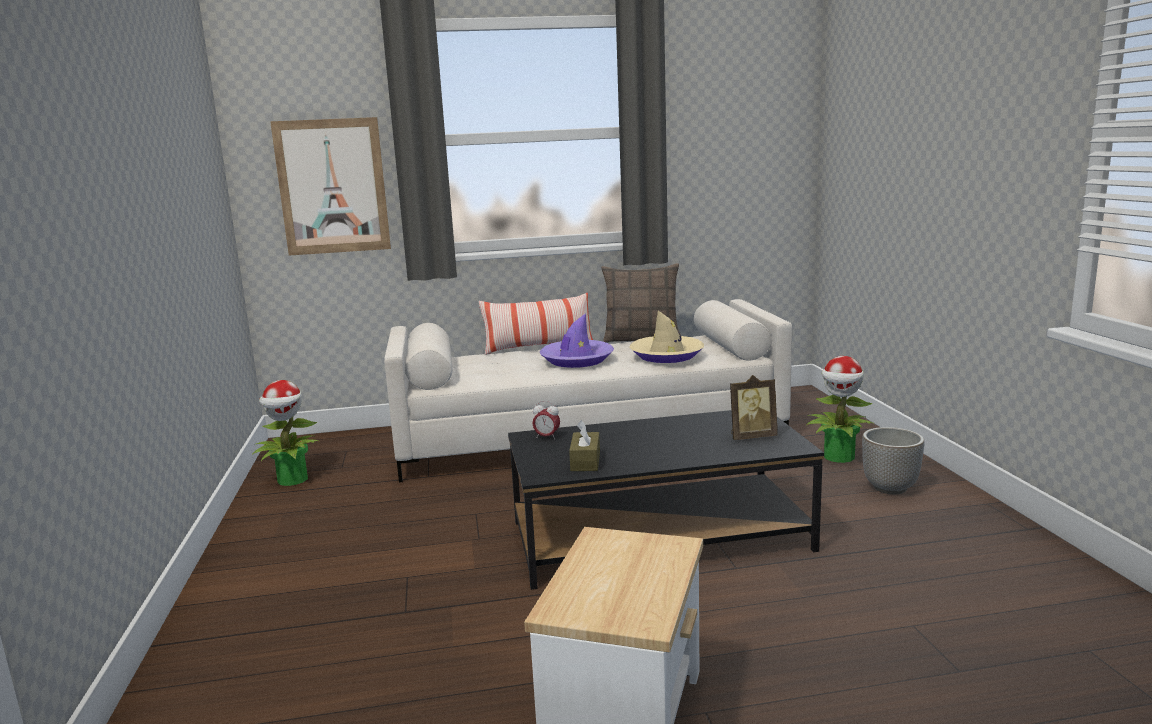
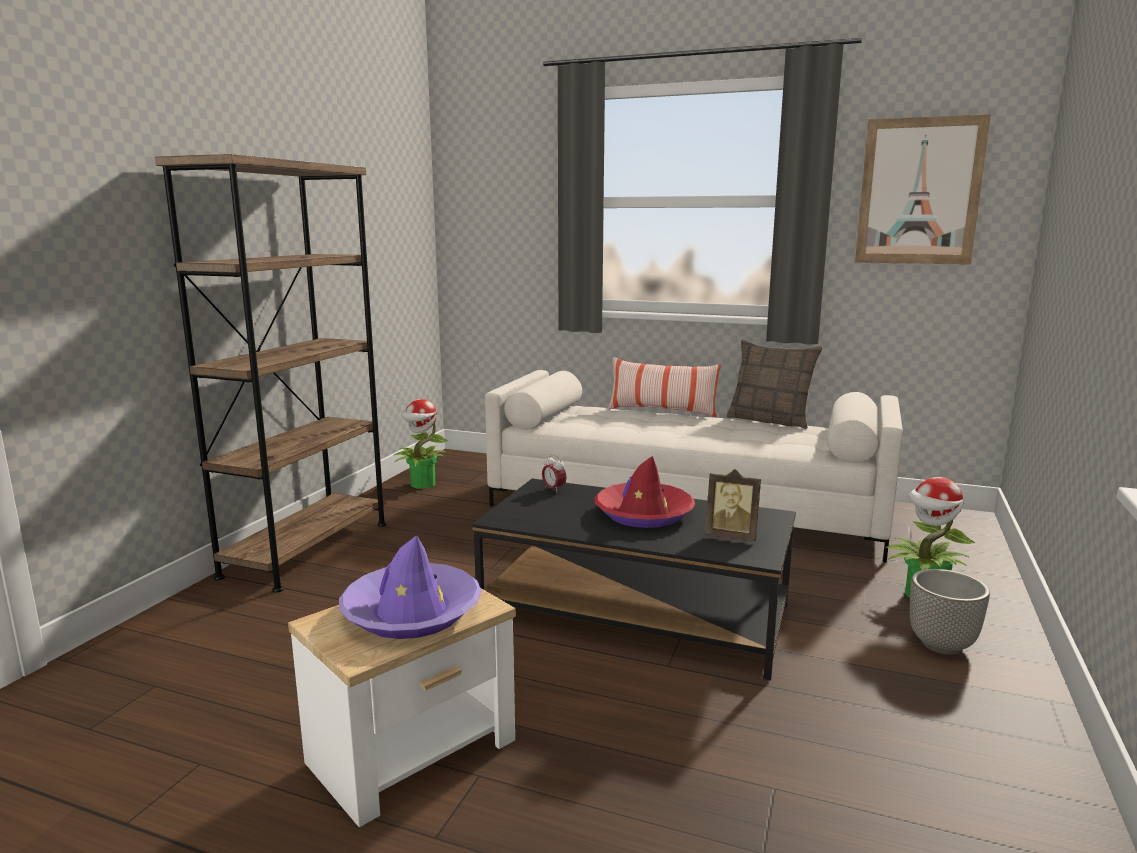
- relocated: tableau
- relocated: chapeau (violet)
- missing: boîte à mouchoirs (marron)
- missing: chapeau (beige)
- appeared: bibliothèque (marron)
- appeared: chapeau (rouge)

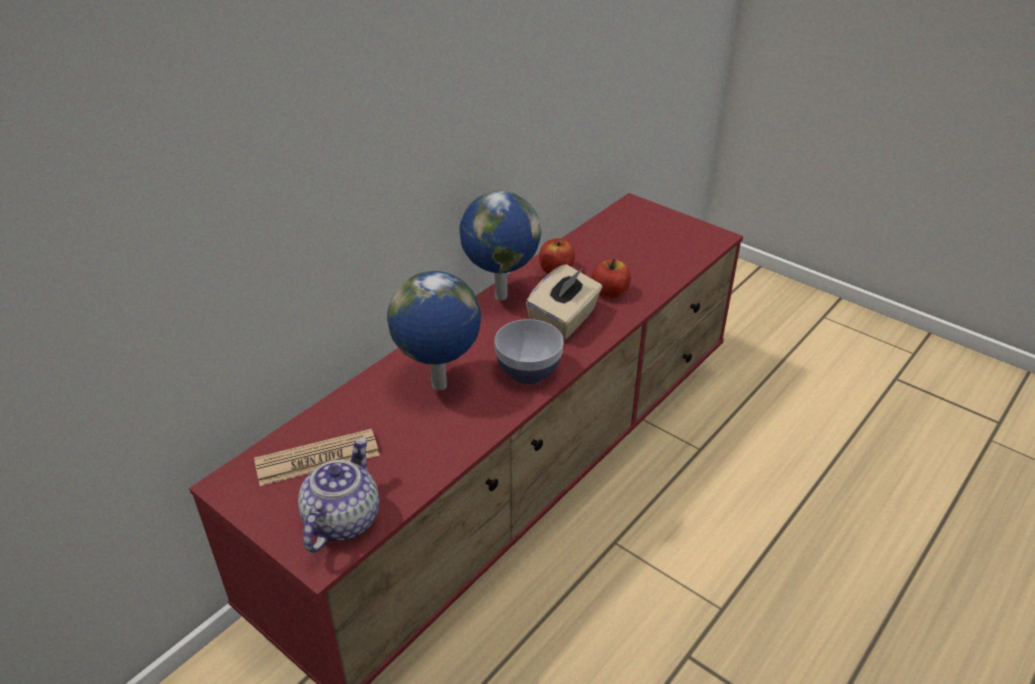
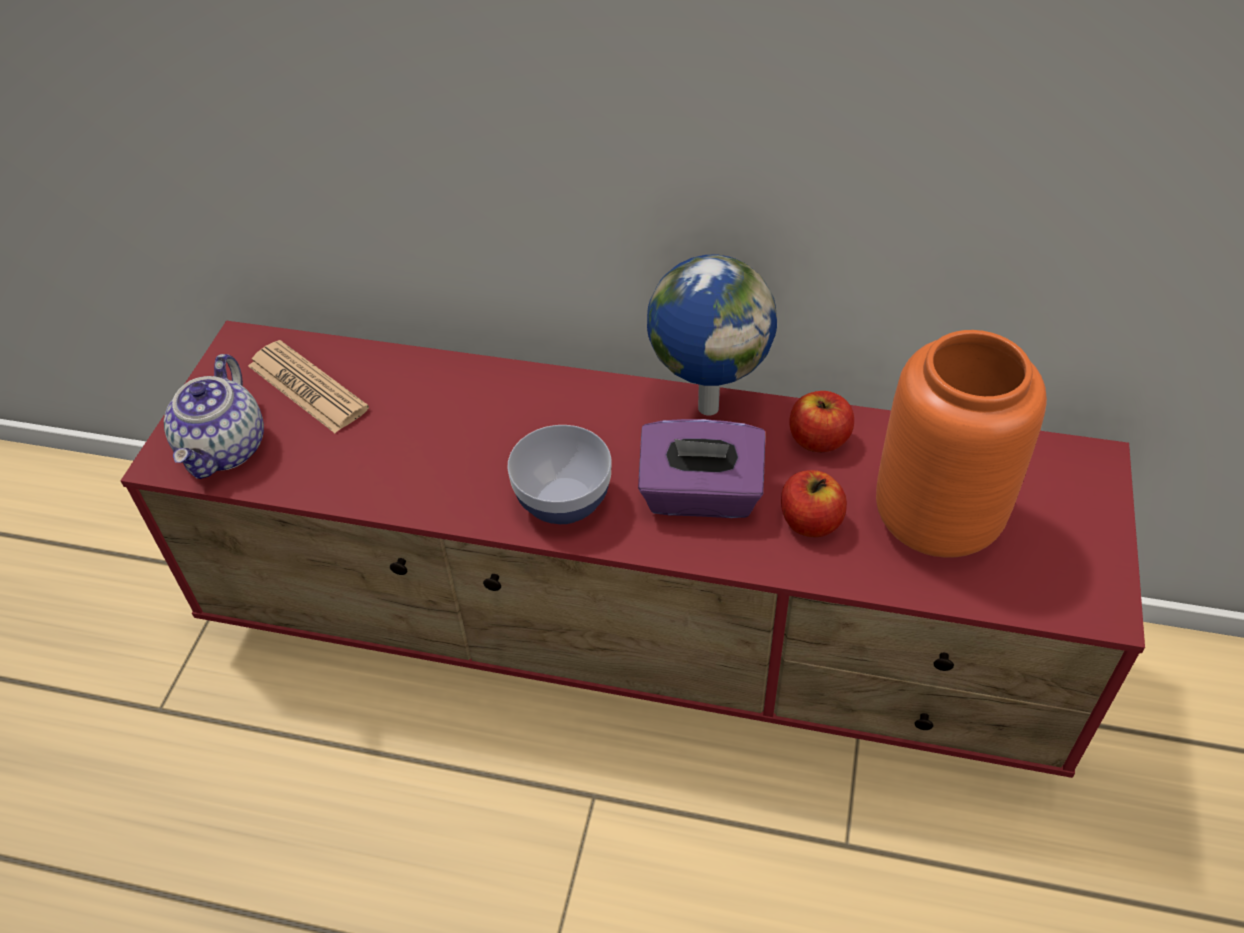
- spun: théière 105 degrees clockwise
- missing: globe (no. 1 from left)
- colour: boîte à mouchoirs (beige) to boîte à mouchoirs (violet)
- appeared: vase (orange)

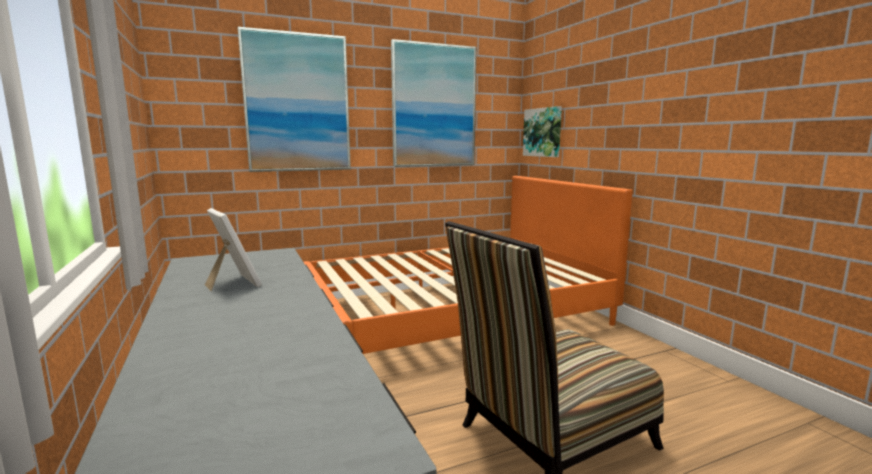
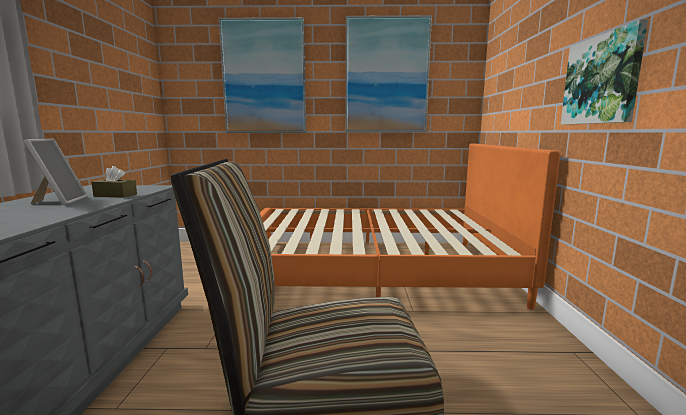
- relocated: tableau (no. 3 from left)
- appeared: boîte à mouchoirs (marron)

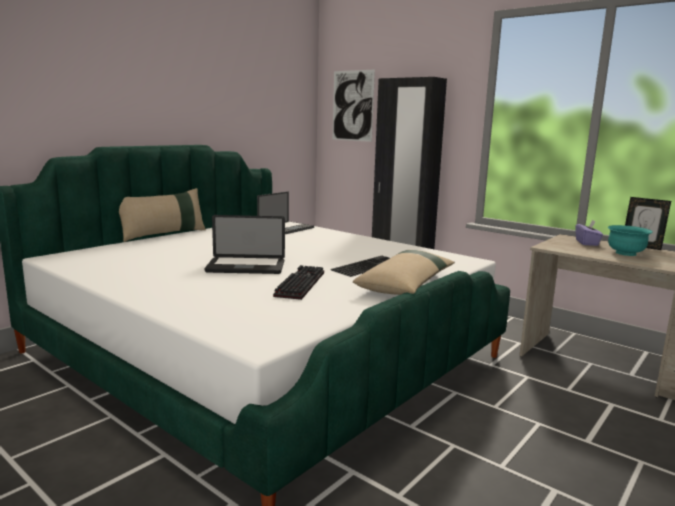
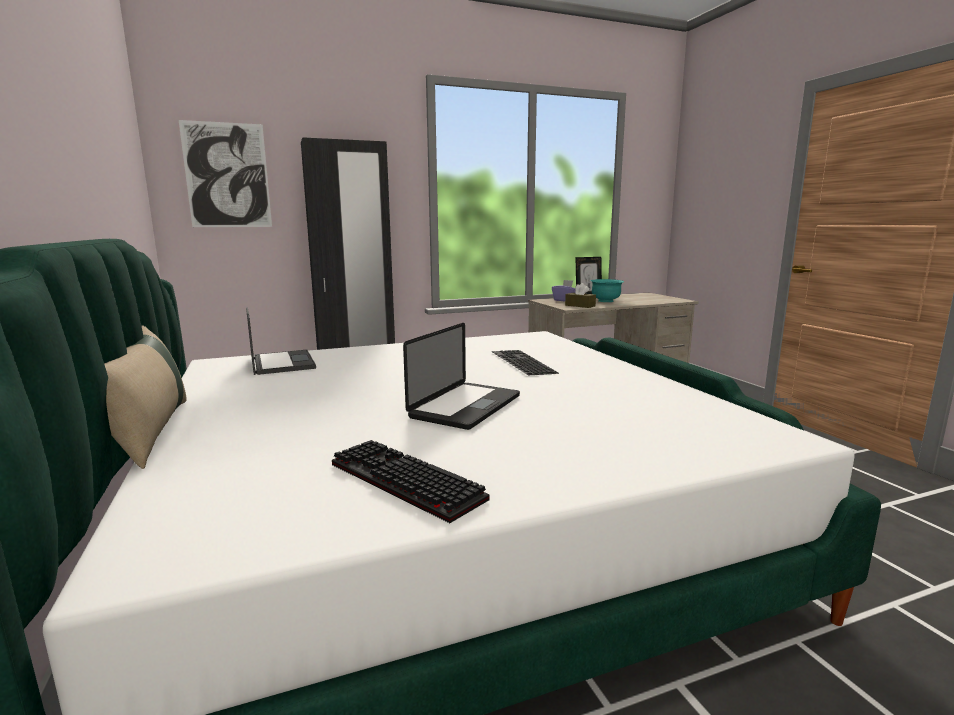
- relocated: clavier (no. 1 from left)
- missing: coussin (beige) (no. 2 from left)
- appeared: boîte à mouchoirs (marron)

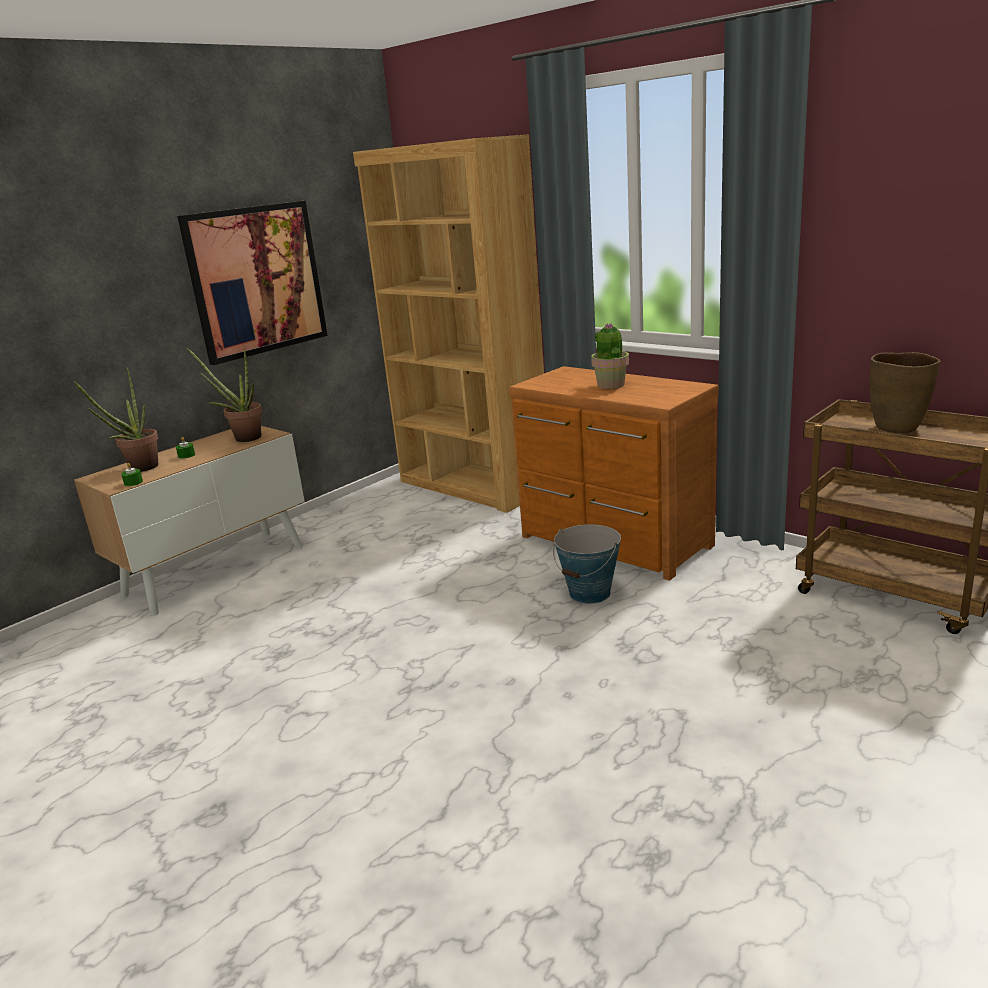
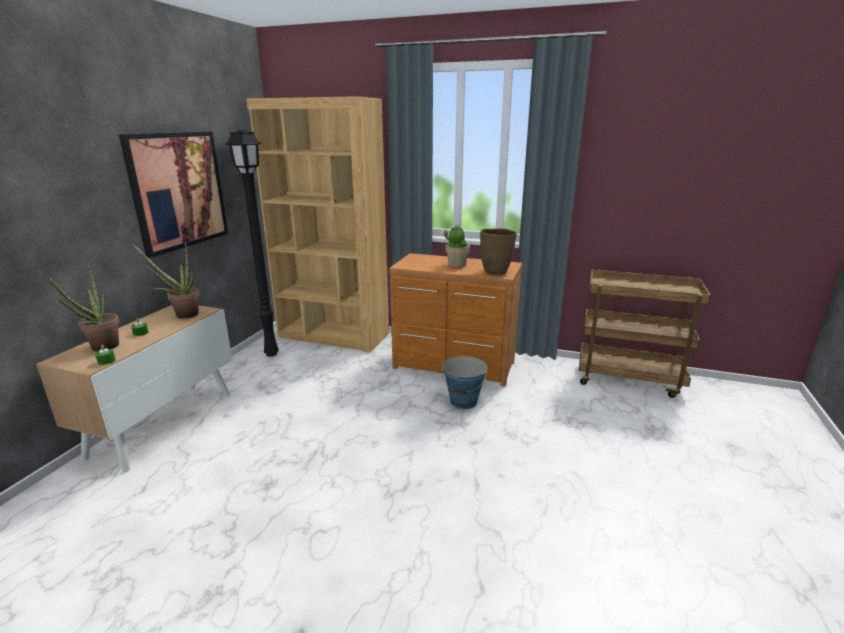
- relocated: vase (marron)
- appeared: lampadaire (noir)

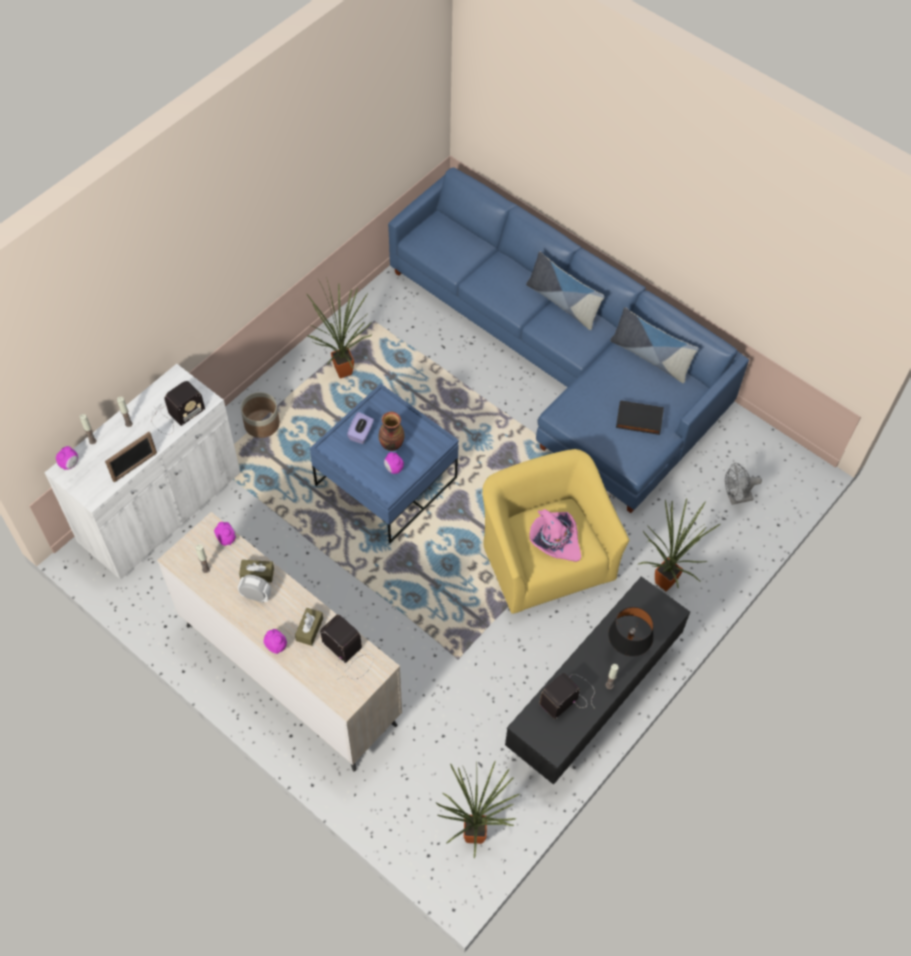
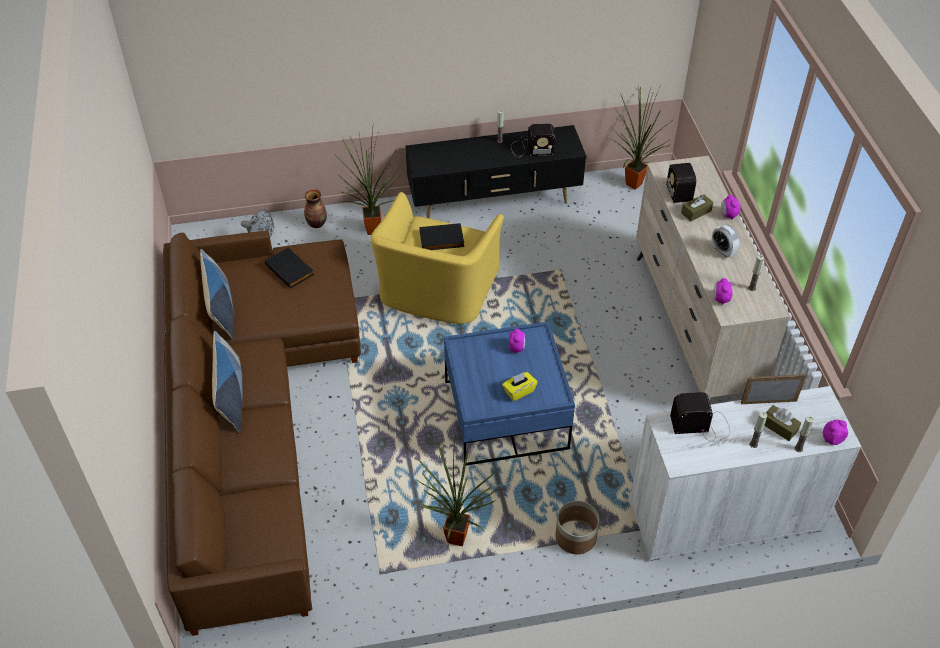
- relocated: boîte à mouchoirs (marron) (no. 1 from left in the first image) to boîte à mouchoirs (marron) (no. 2 from left)
- colour: boîte à mouchoirs (violet) to boîte à mouchoirs (jaune)
- relocated: vase
- colour: canapé (bleu) to canapé (marron)
- exchanged: chapeau (rose) to livre (noir) (no. 2 from left)
- missing: lampe de table (noir)

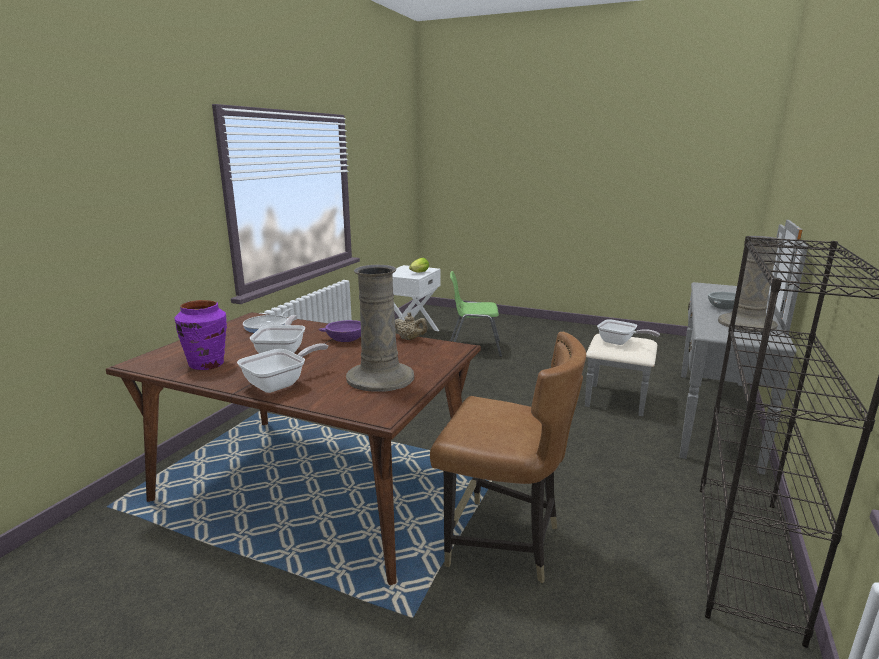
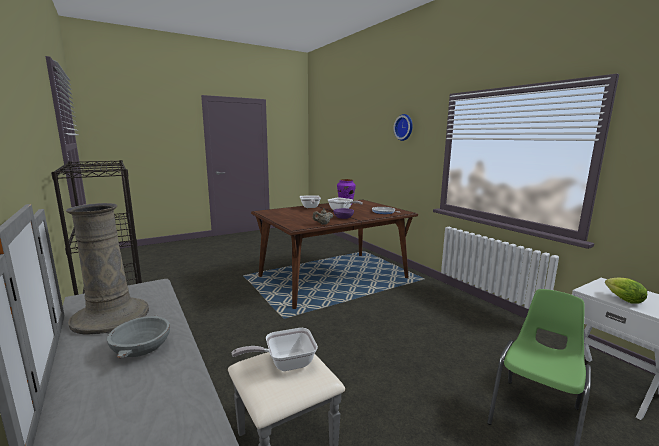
- missing: vase (beige) (no. 1 from left)
- missing: chaise (marron)
- appeared: horloge murale

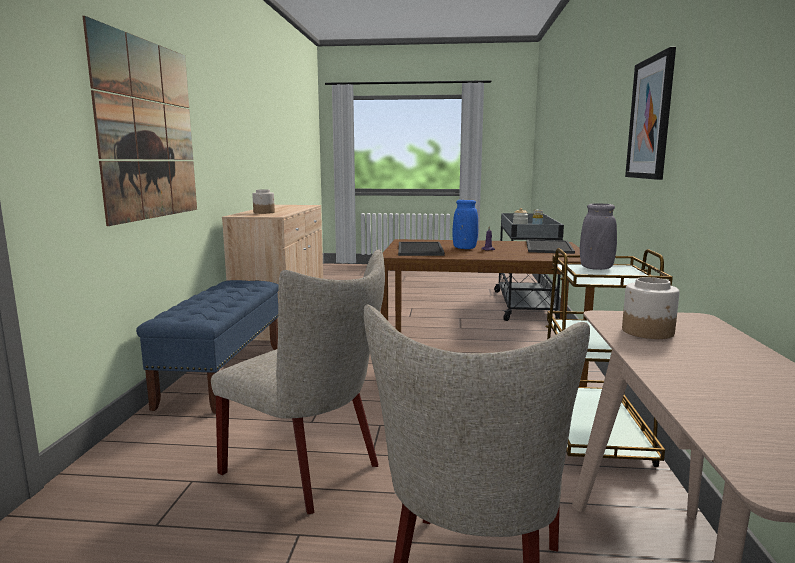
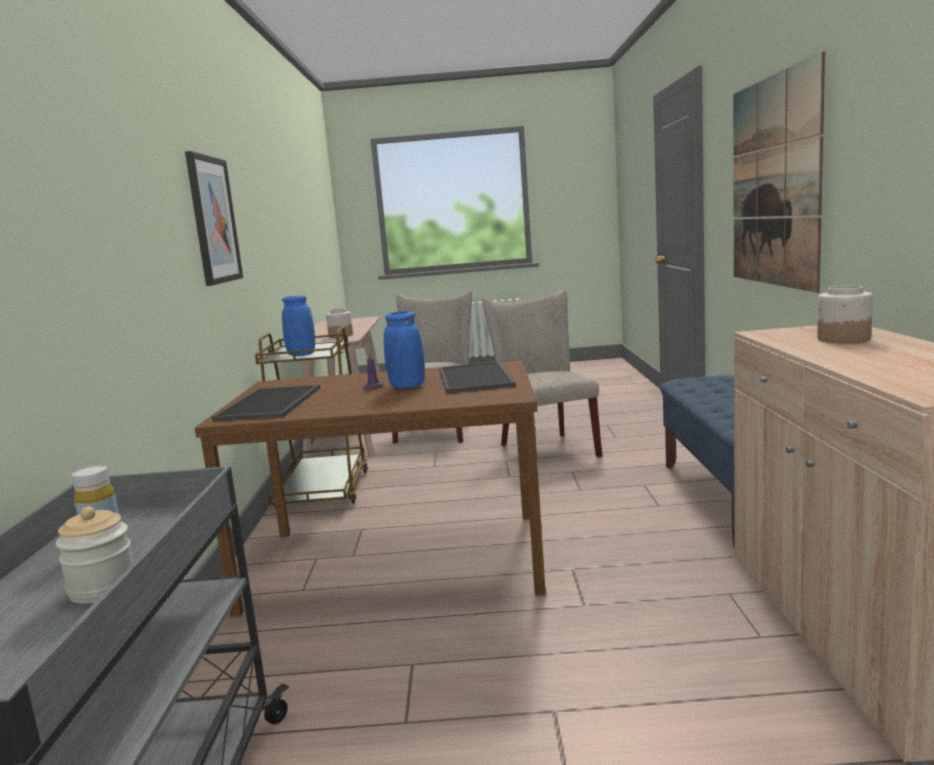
- spun: chaise (beige) (no. 1 from left in the first image) 45 degrees clockwise
- colour: vase (gris) to vase (bleu) (no. 1 from left)

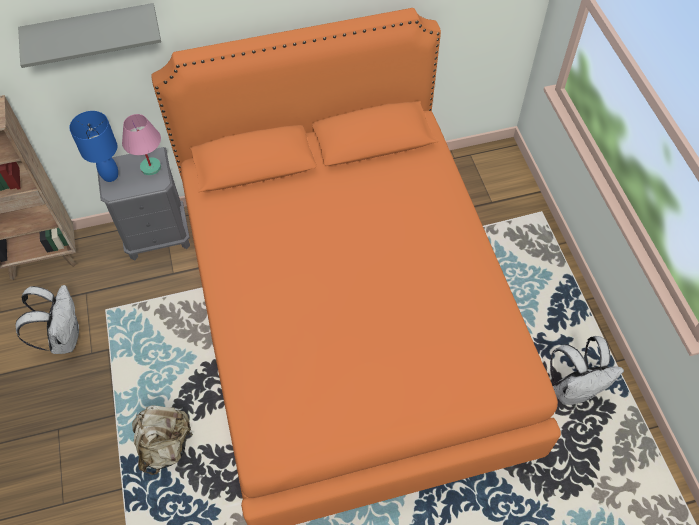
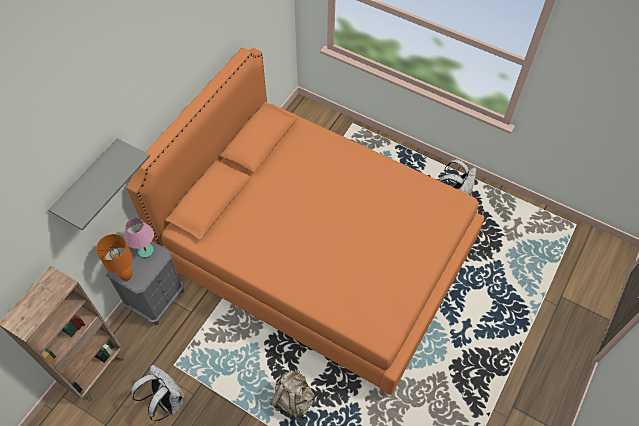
- colour: lampe de table (bleu) to lampe de table (orange)

